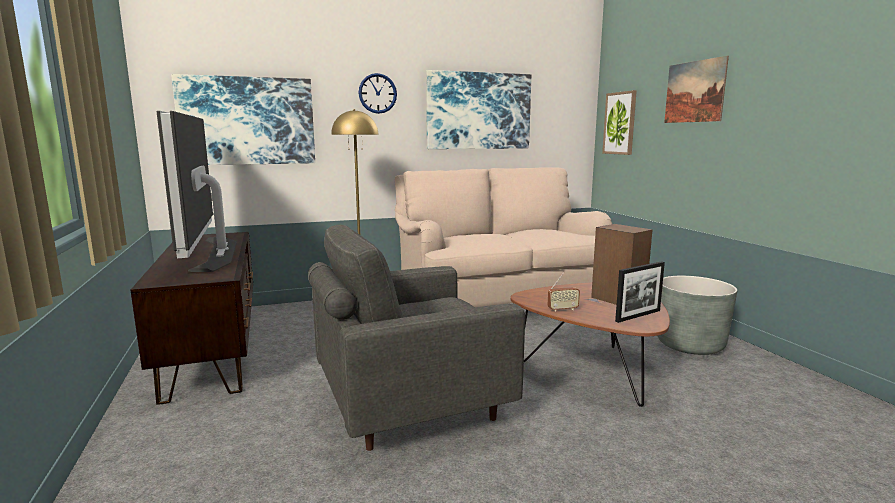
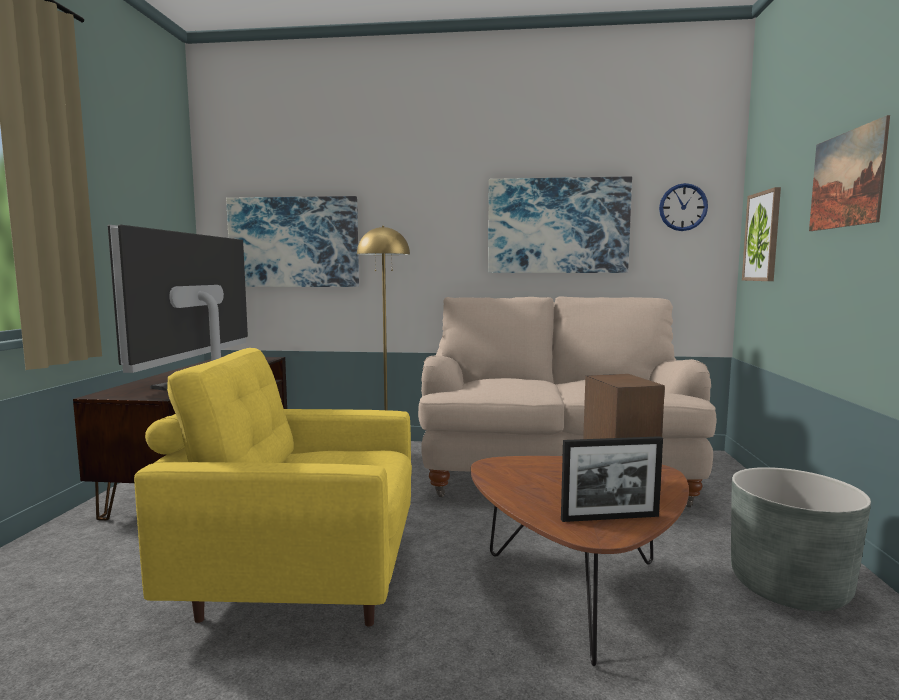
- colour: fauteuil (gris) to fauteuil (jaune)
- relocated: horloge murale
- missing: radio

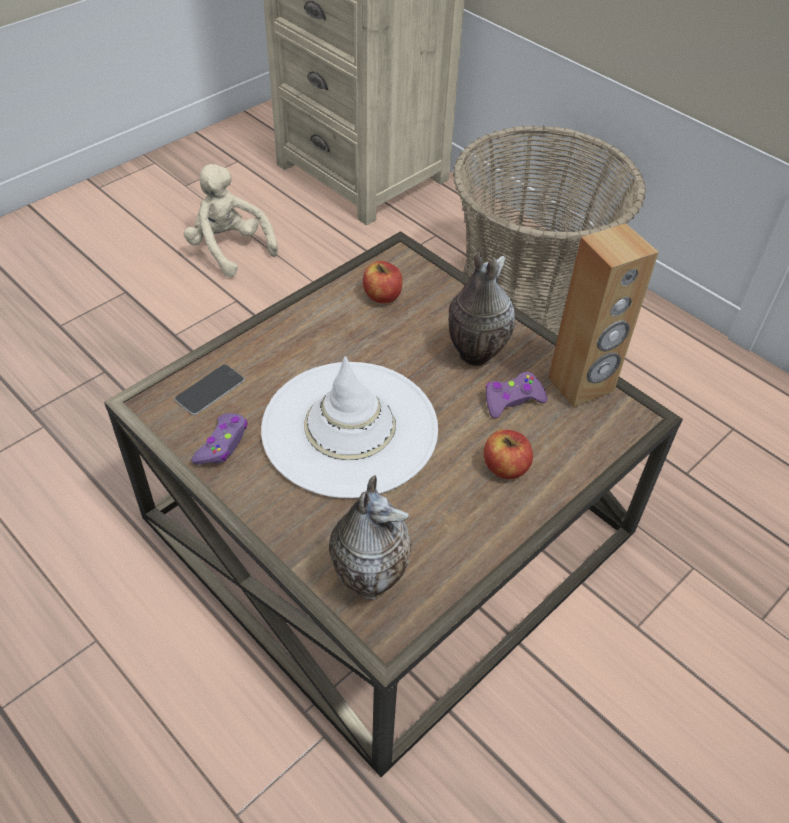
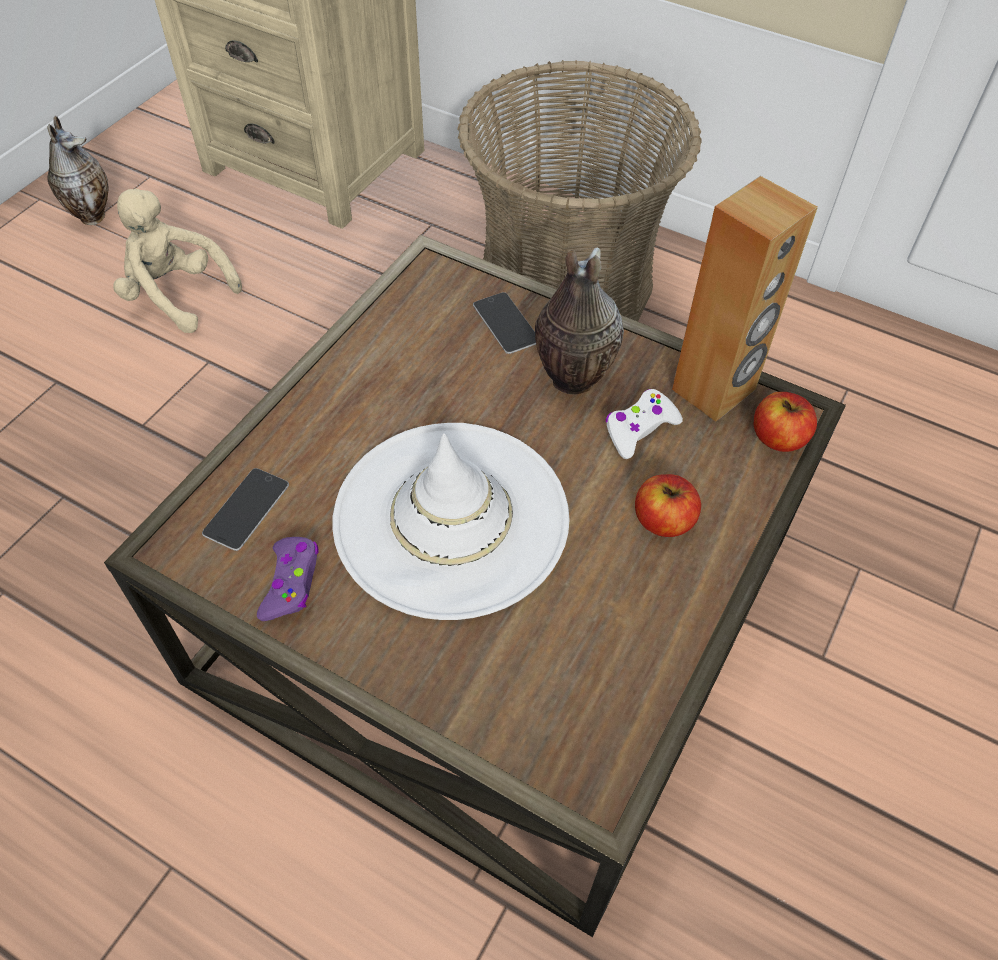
- relocated: vase (no. 1 from left)
- relocated: pomme (no. 1 from left in the first image) to pomme (no. 2 from left)
- colour: manette (violet) (no. 2 from left) to manette (blanc)
- appeared: téléphone (no. 2 from left)

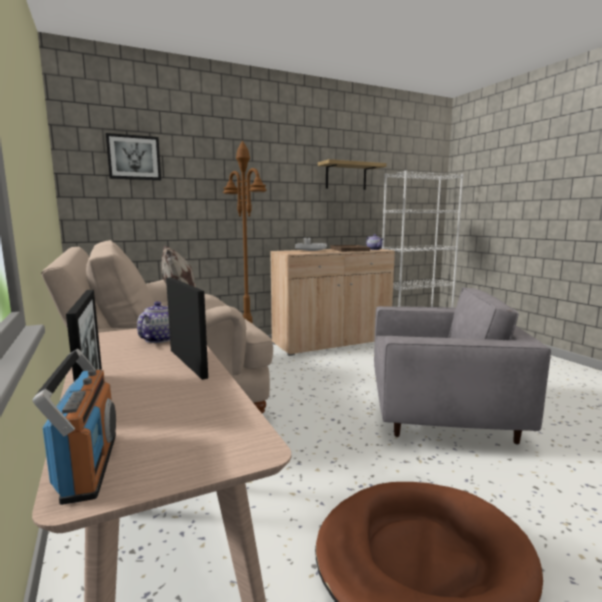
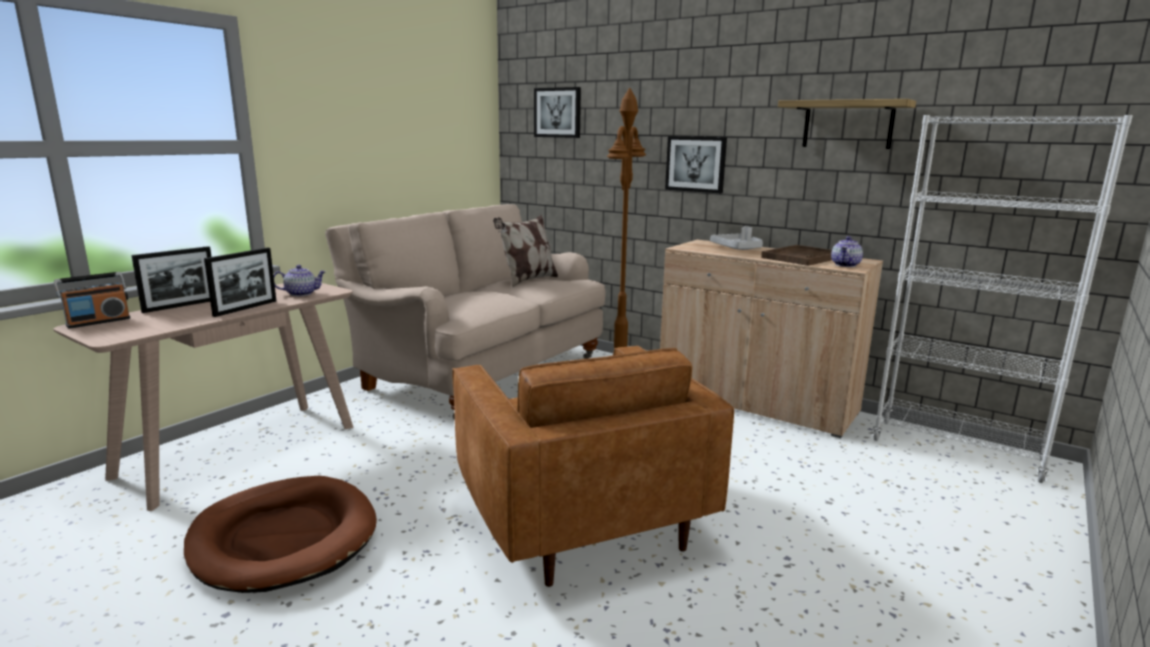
- colour: fauteuil (gris) to fauteuil (marron)
- appeared: tableau (no. 2 from left)

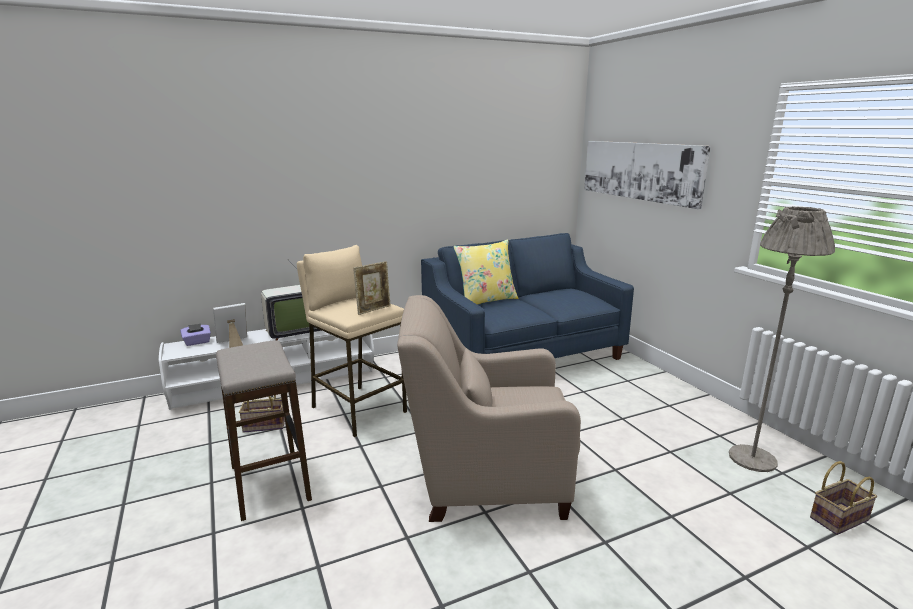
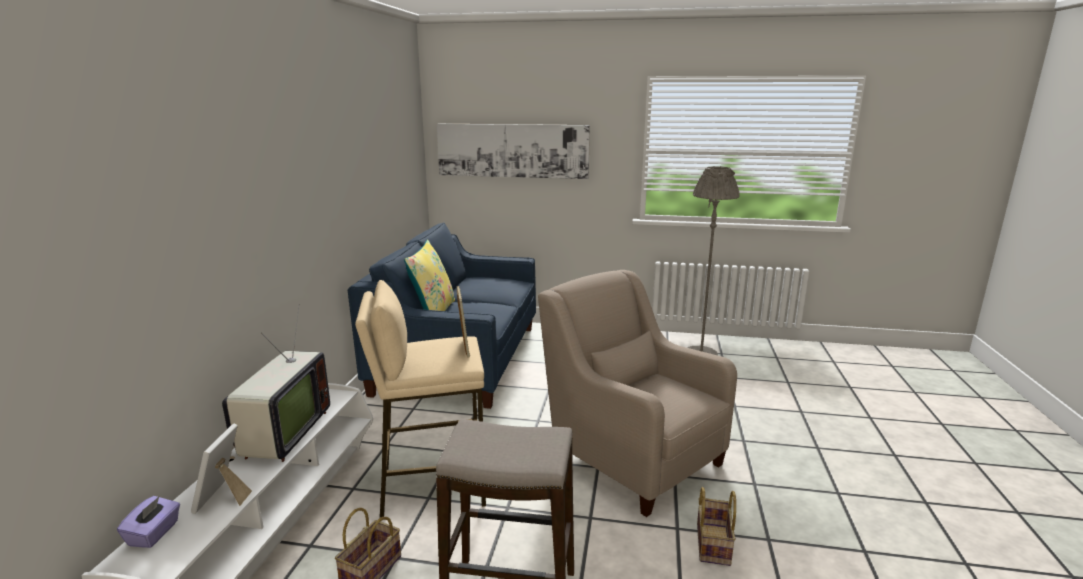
- spun: fauteuil (beige) 105 degrees clockwise
- relocated: panier (no. 2 from left)

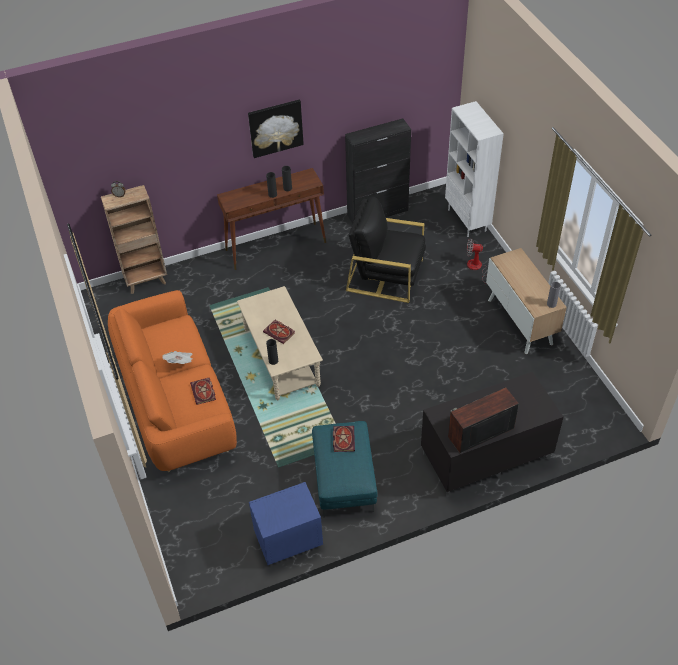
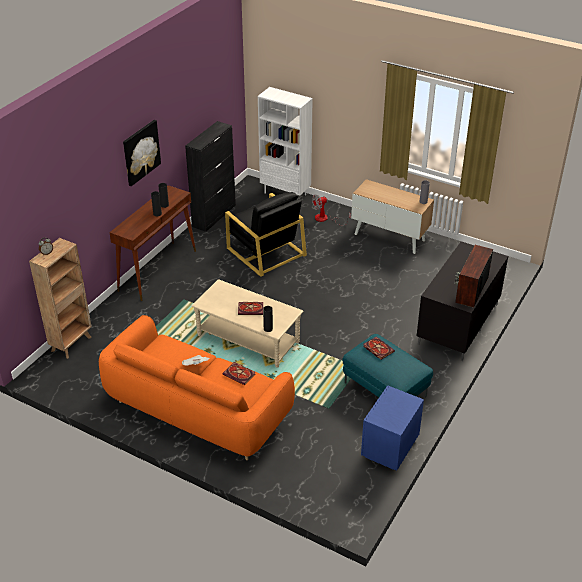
- spun: fauteuil (noir) 105 degrees counterclockwise

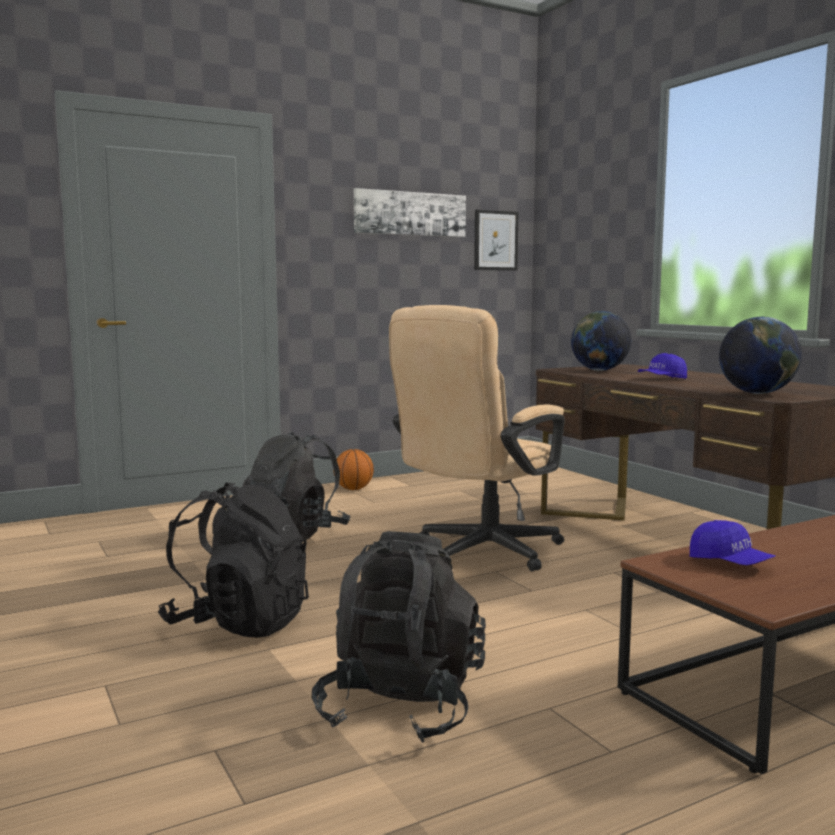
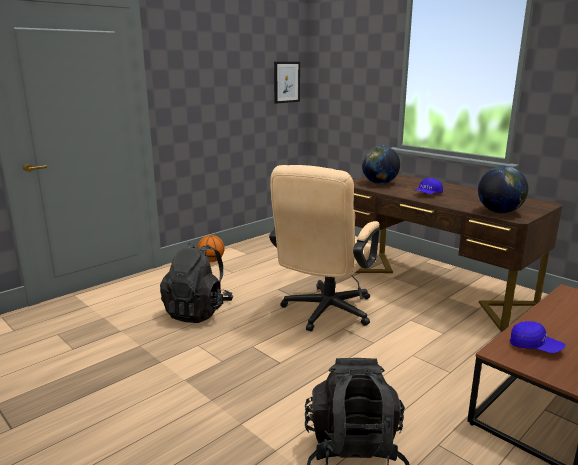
- missing: sac à dos (noir) (no. 1 from left)
- missing: tableau (no. 1 from left)

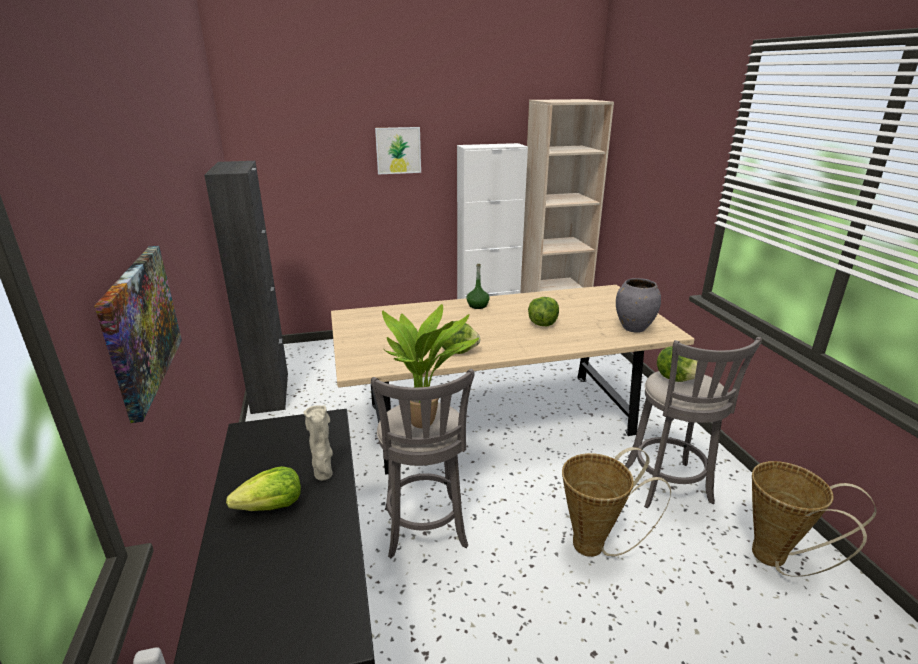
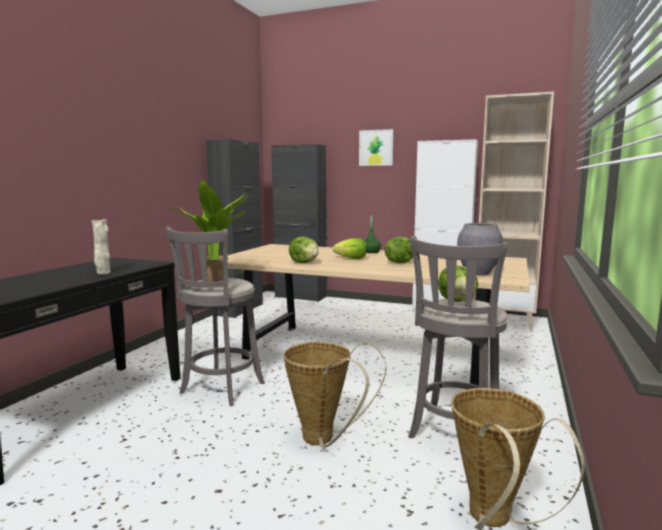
- missing: tableau (no. 1 from left)
- relocated: laitue (no. 1 from left in the first image) to laitue (no. 2 from left)
- appeared: meuble de rangement (noir) (no. 2 from left)

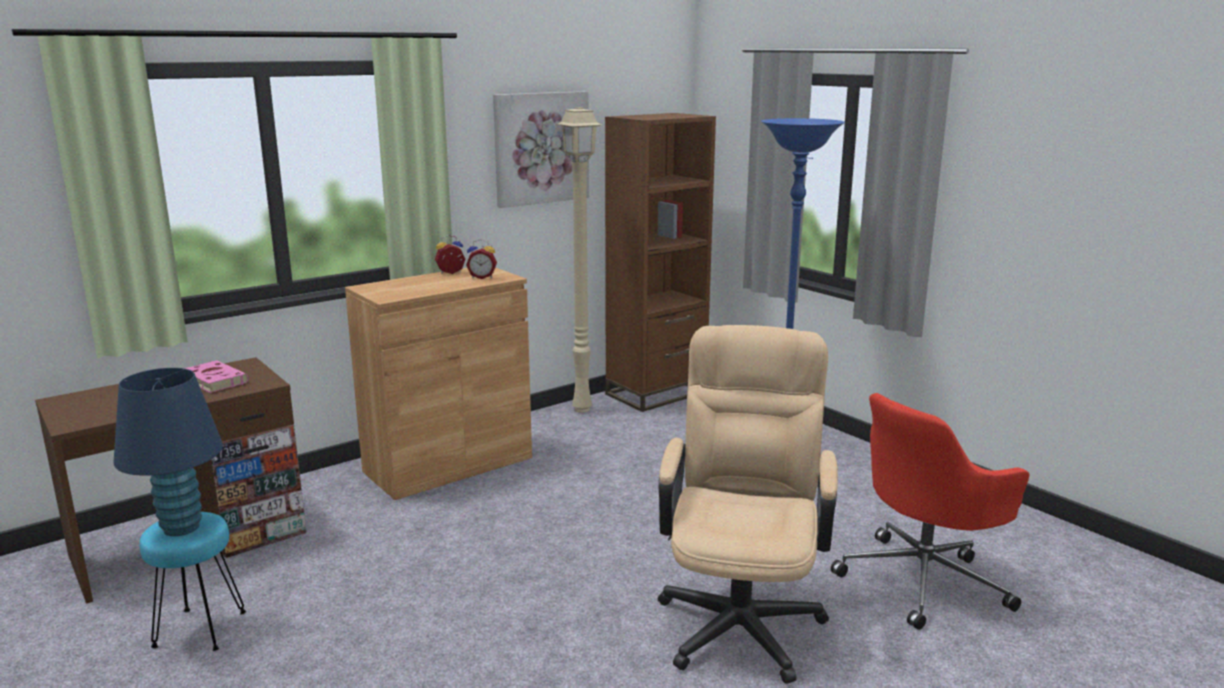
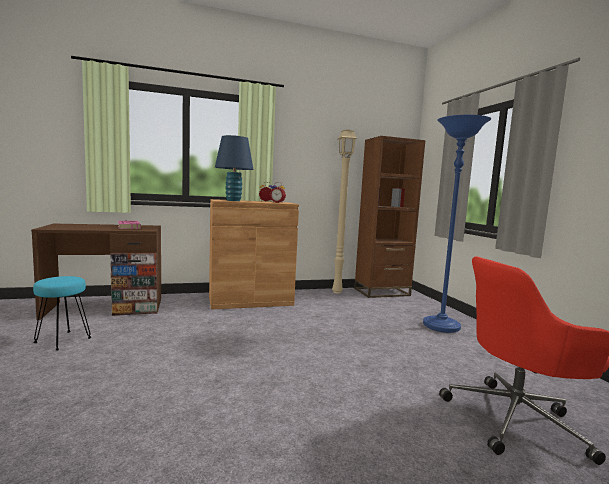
- relocated: lampe de table (bleu)
- missing: tableau
- missing: chaise de bureau (beige)

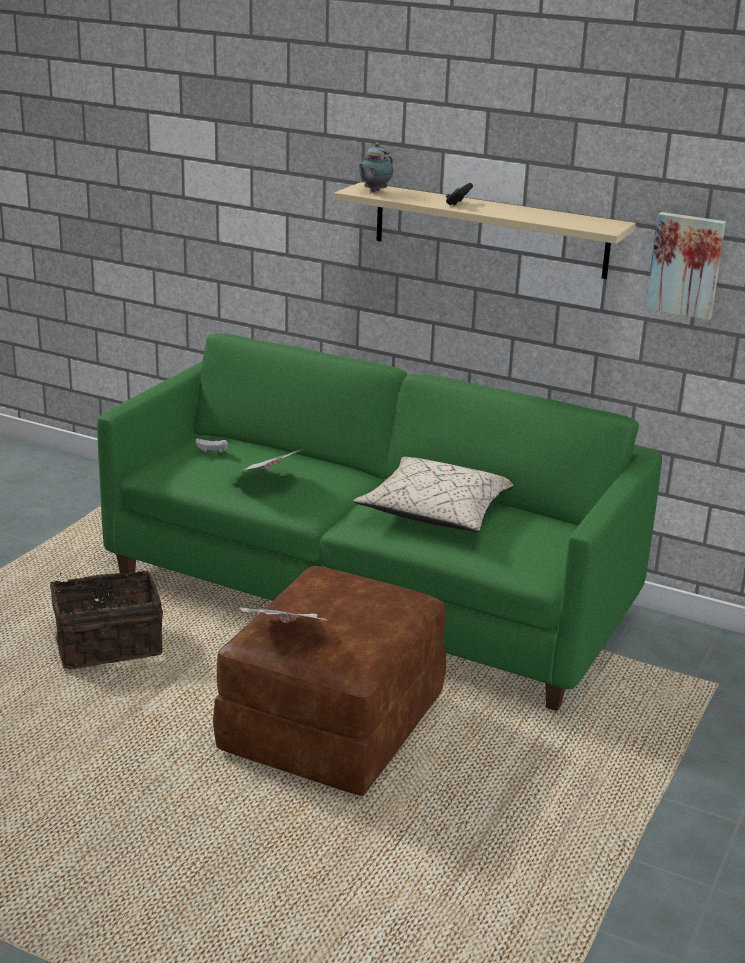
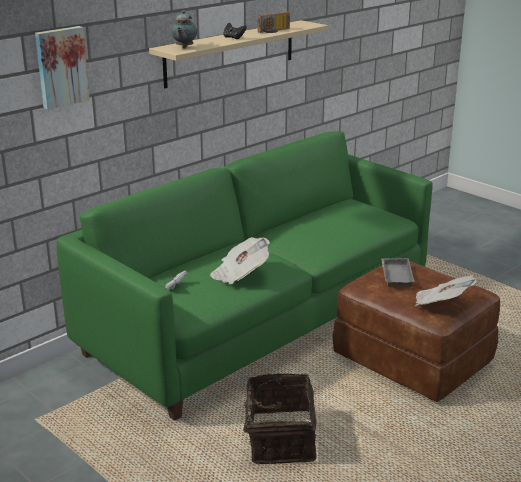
- missing: coussin (beige)
- spun: théière 45 degrees clockwise
- relocated: tableau
- appeared: radio
- appeared: plateau (gris)

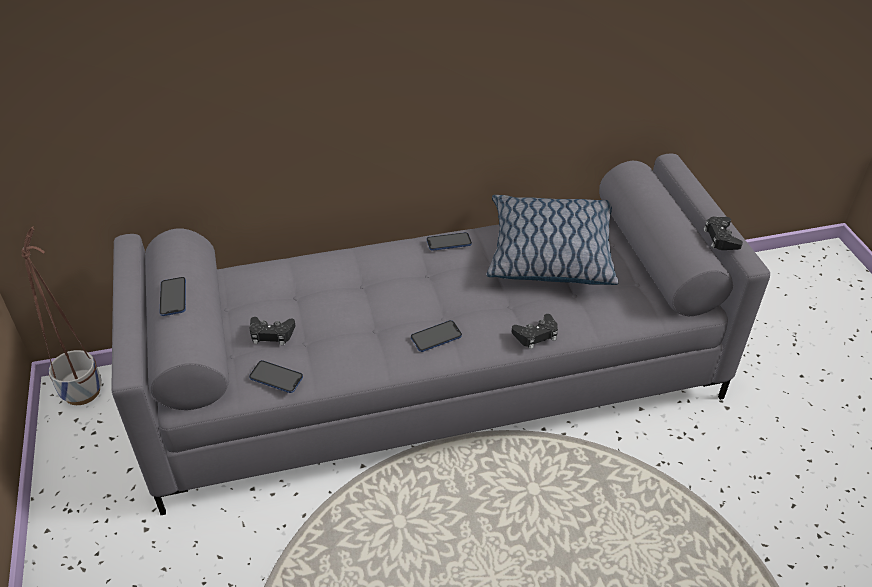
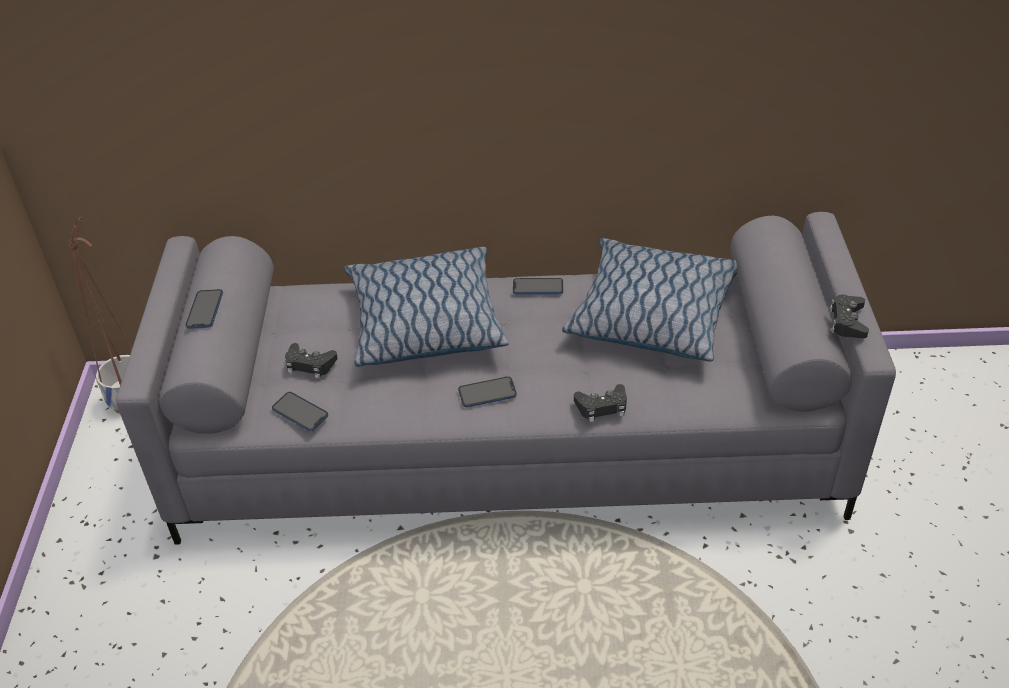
- appeared: coussin (no. 1 from left)

